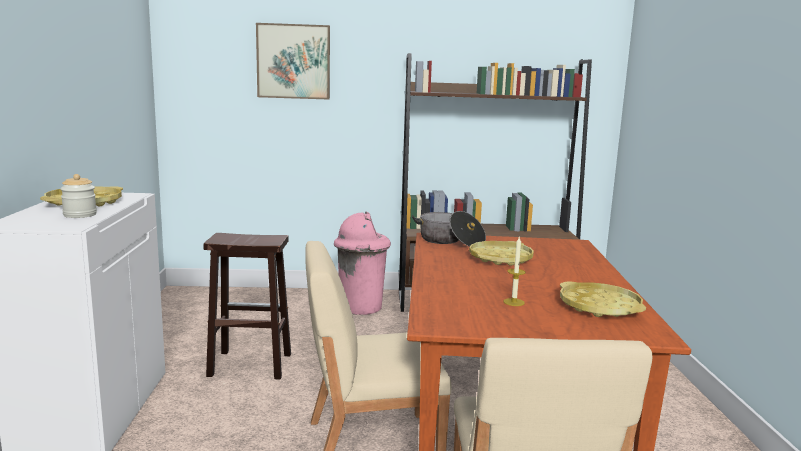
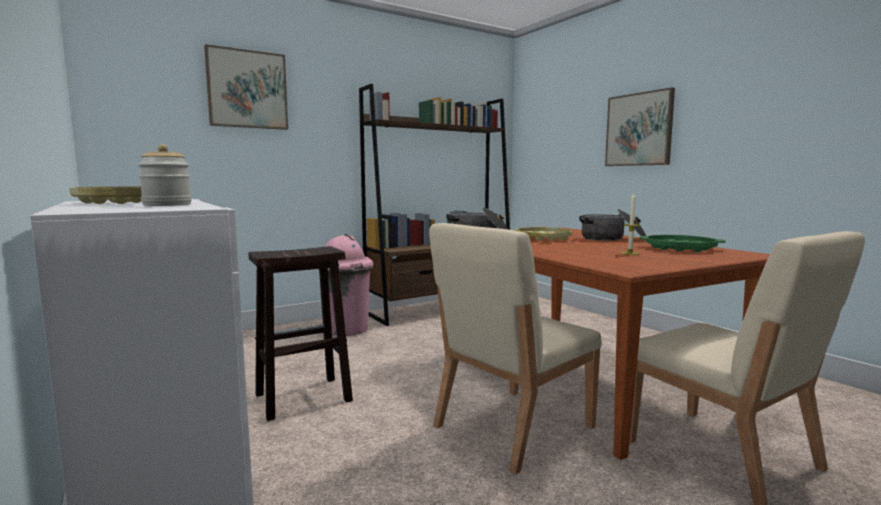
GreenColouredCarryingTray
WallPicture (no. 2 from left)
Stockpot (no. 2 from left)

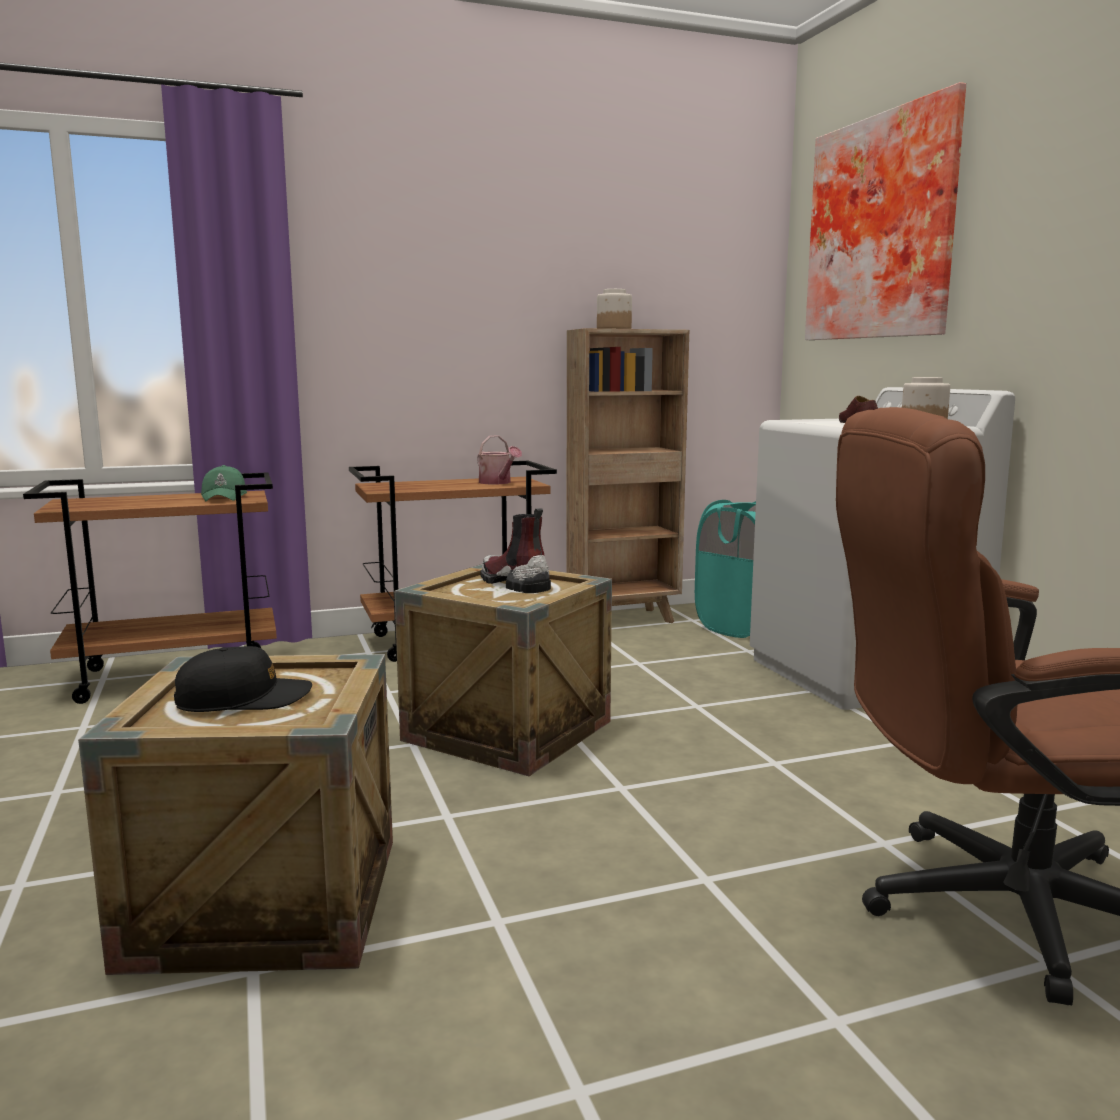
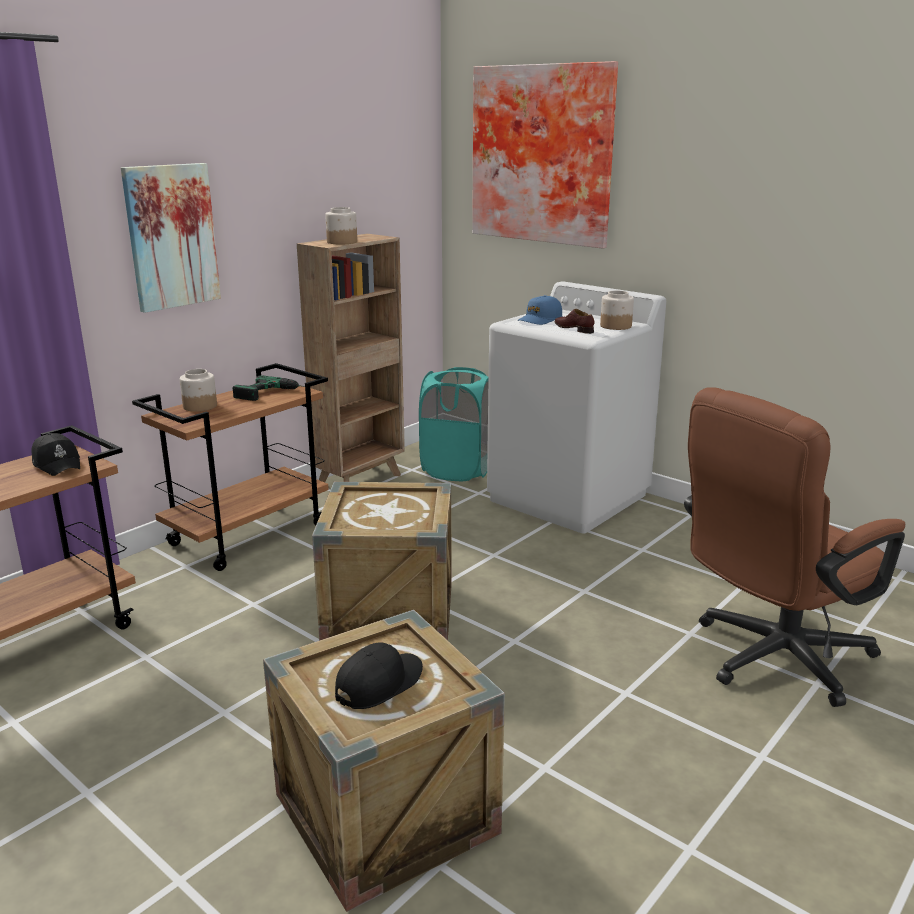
ElectricDrill
BlackBaseballCap (no. 1 from left)
Boot
WallPicture (no. 1 from left)
BlueColouredBaseballCap
Jar (no. 1 from left)

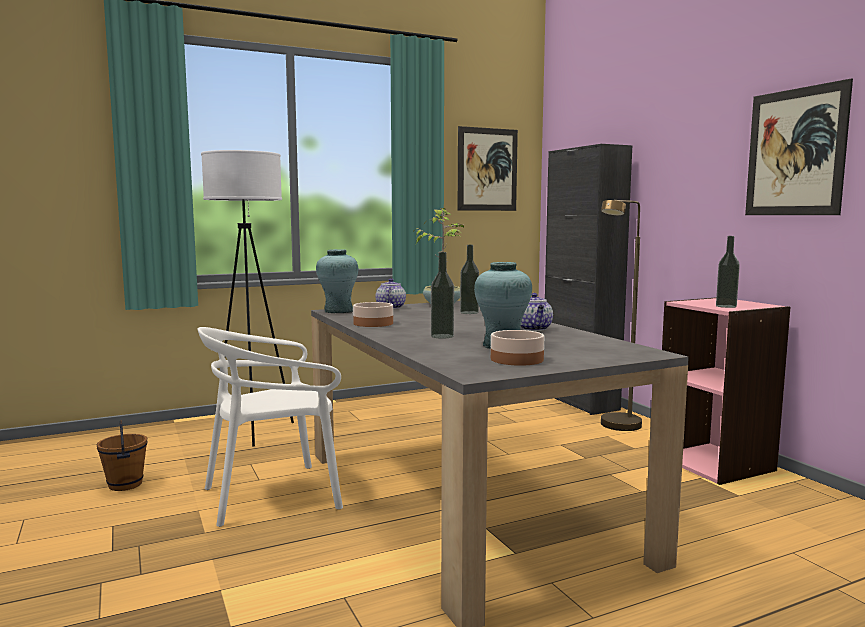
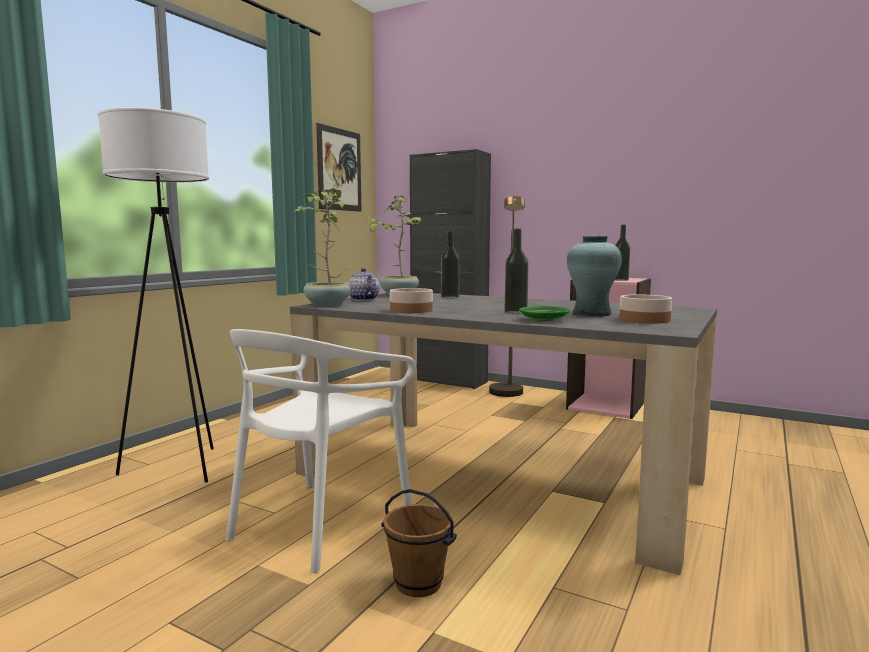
WallPicture (no. 2 from left in the first image)
PottedPlant (no. 1 from left)
TeaPot (no. 2 from left in the first image)
BrownColouredWaterBucket
GreenColouredDinnerPlate

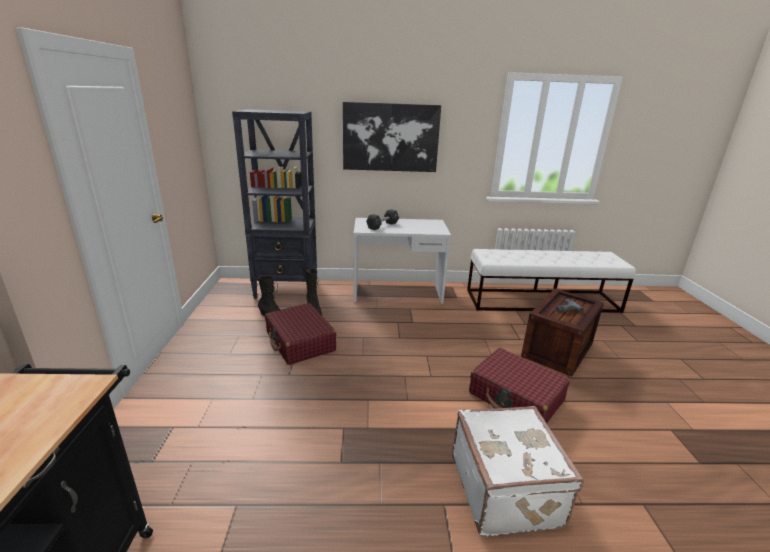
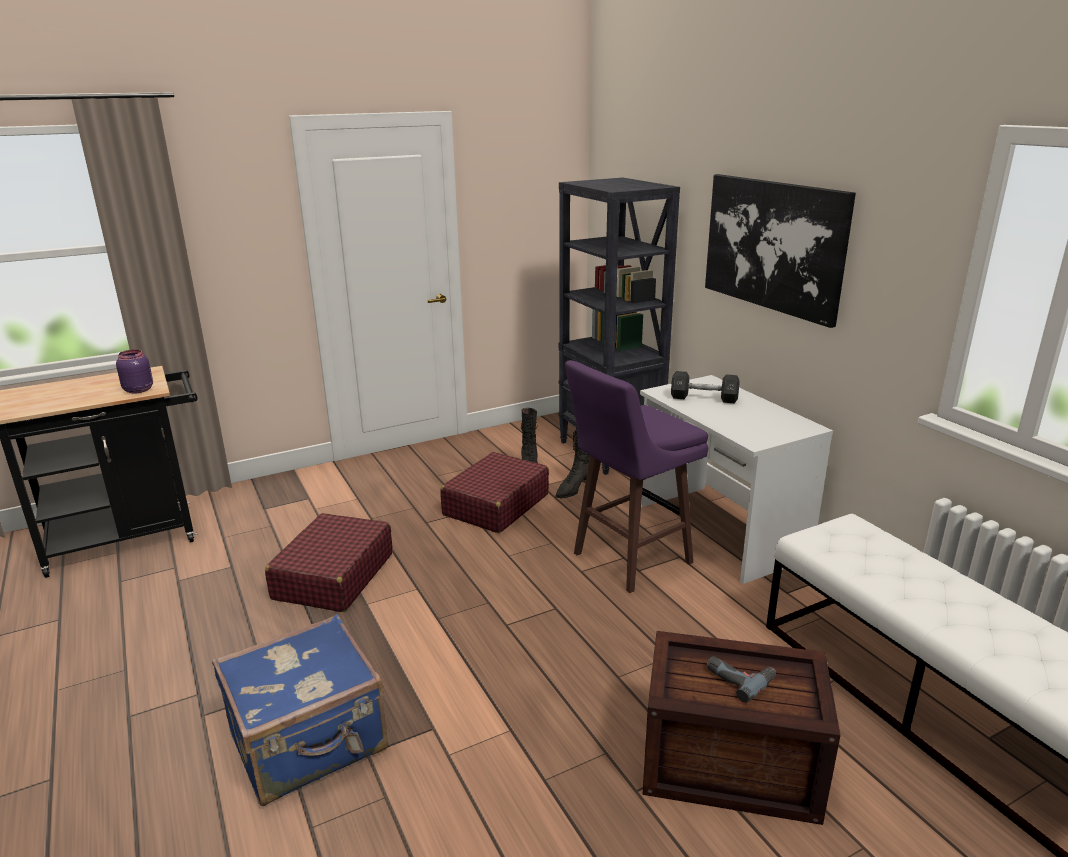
RedColouredPieceOfLuggage (no. 1 from left)
BlueColouredPieceOfLuggage
PurpleJar
PurpleStool

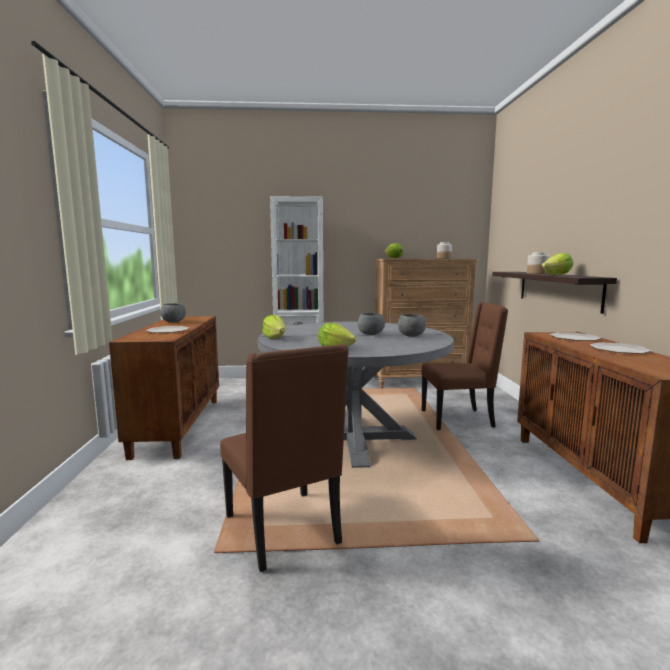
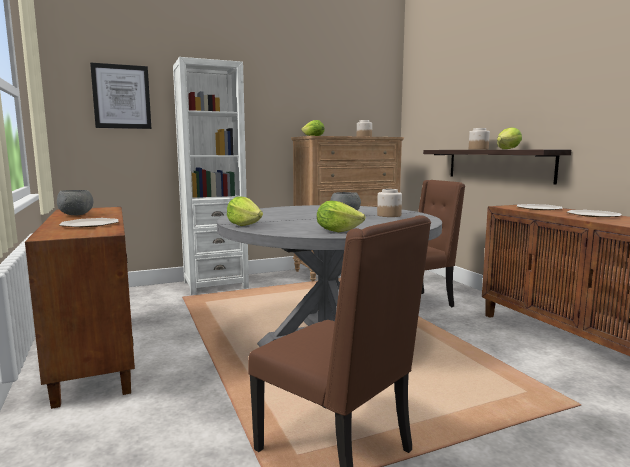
Jar (no. 2 from left)
WallPicture

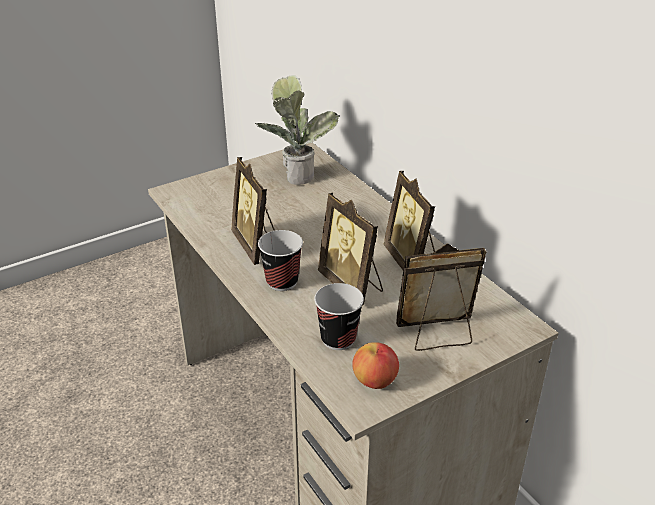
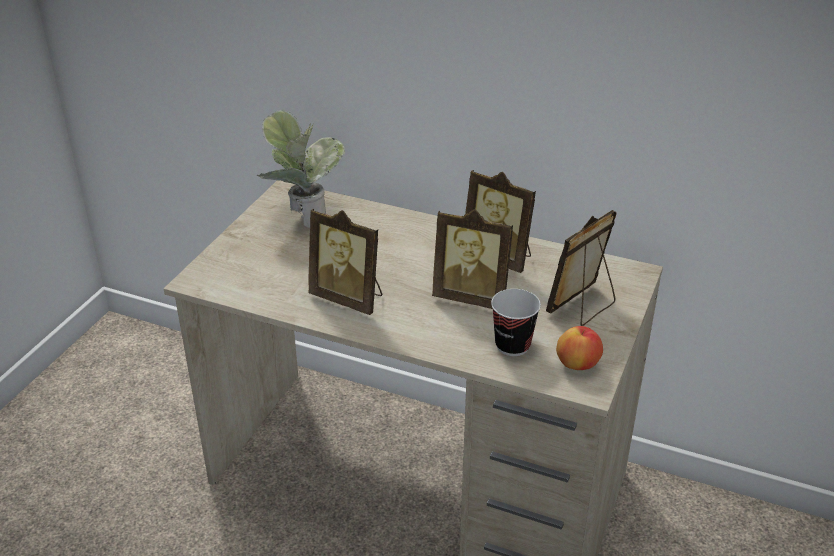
SmallCup (no. 1 from left in the first image)

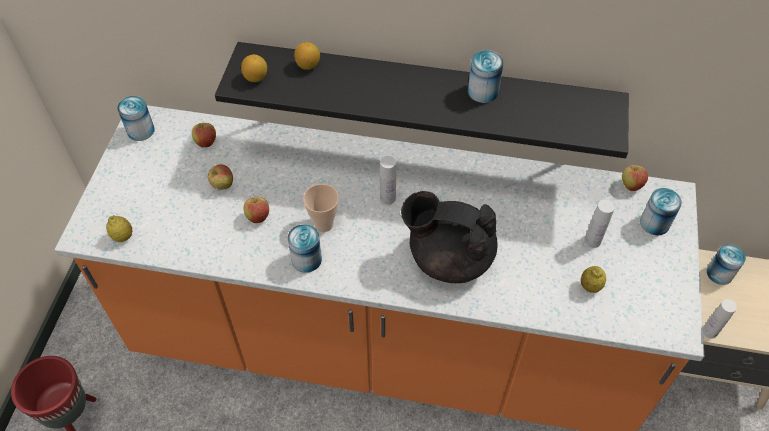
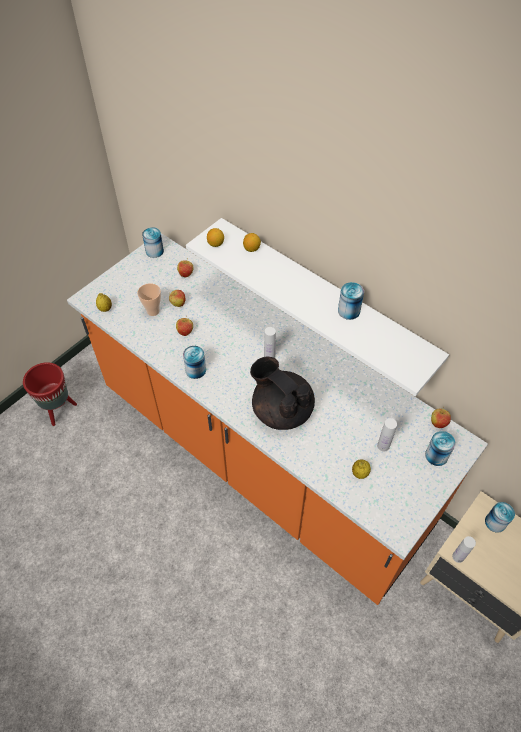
WhiteColouredWallShelf
SmallCup

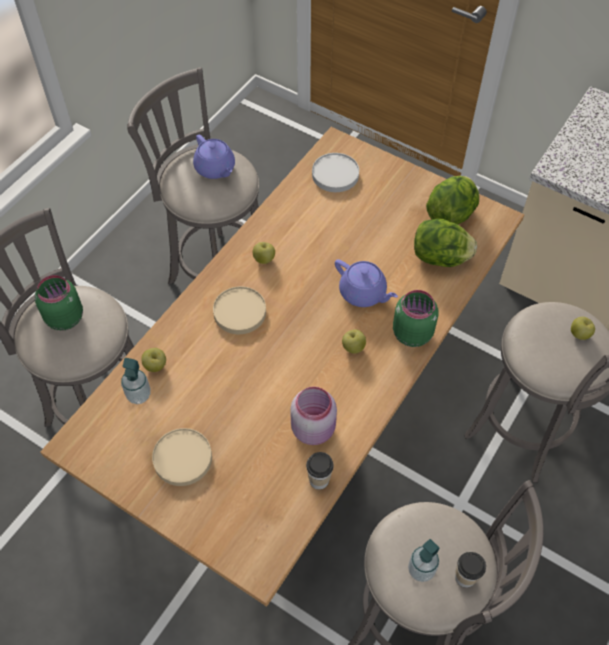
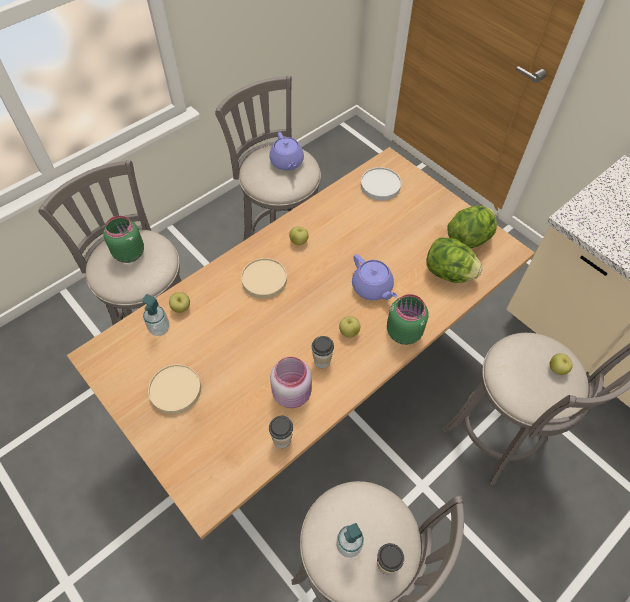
SmallCup (no. 2 from left)

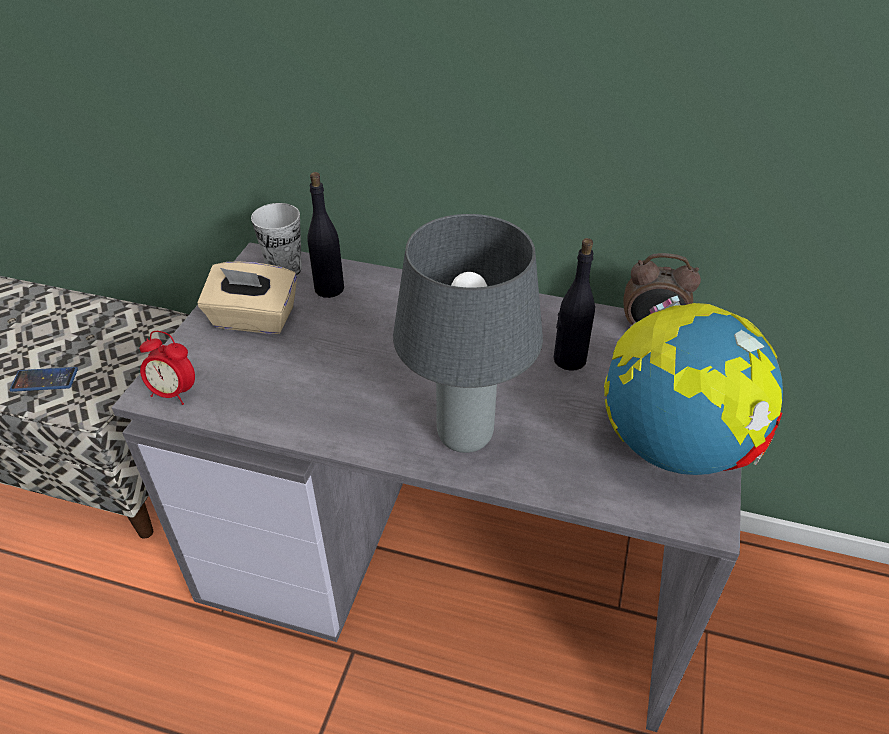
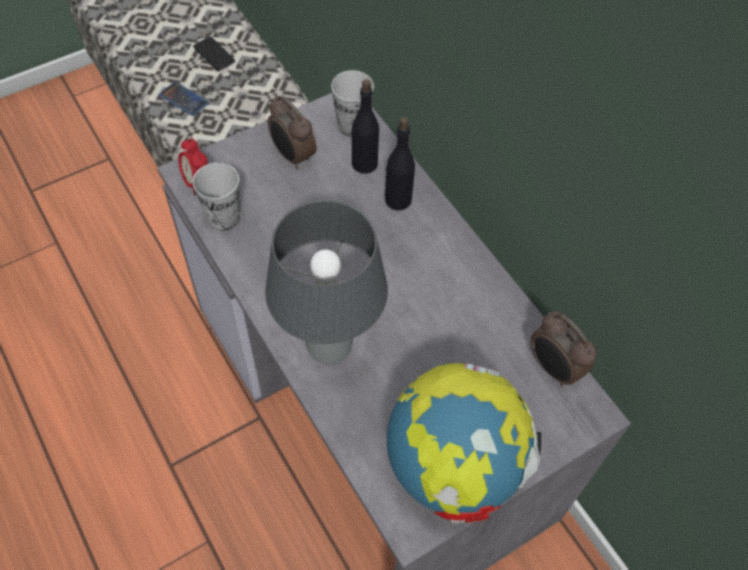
BlackBeverageBottle (no. 2 from left)
BedsideClock (no. 2 from left)
Handset (no. 2 from left)
SmallCup (no. 1 from left)

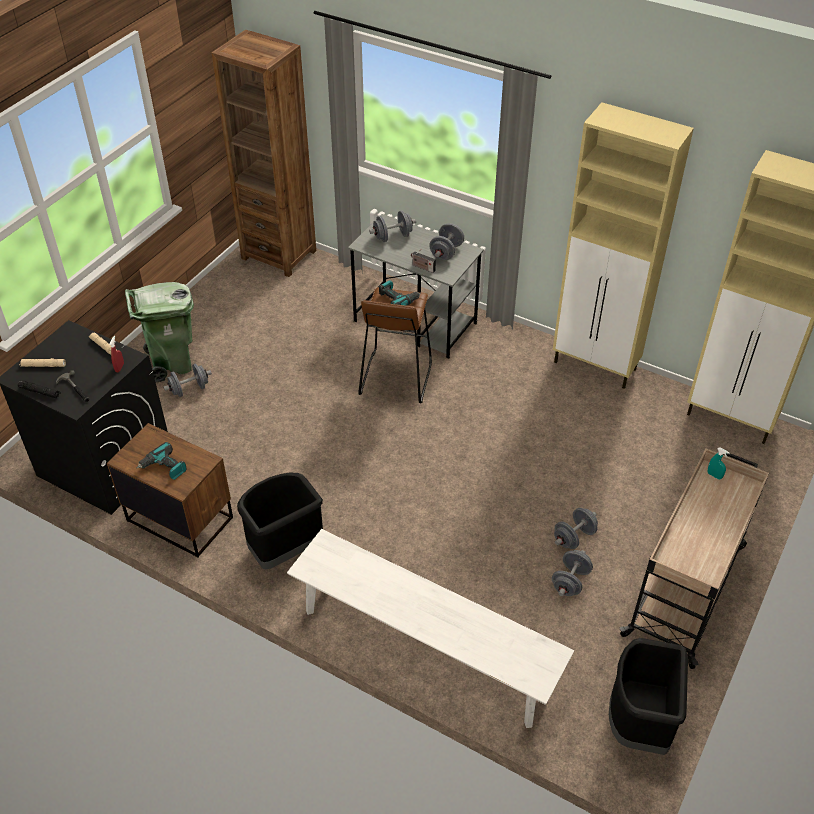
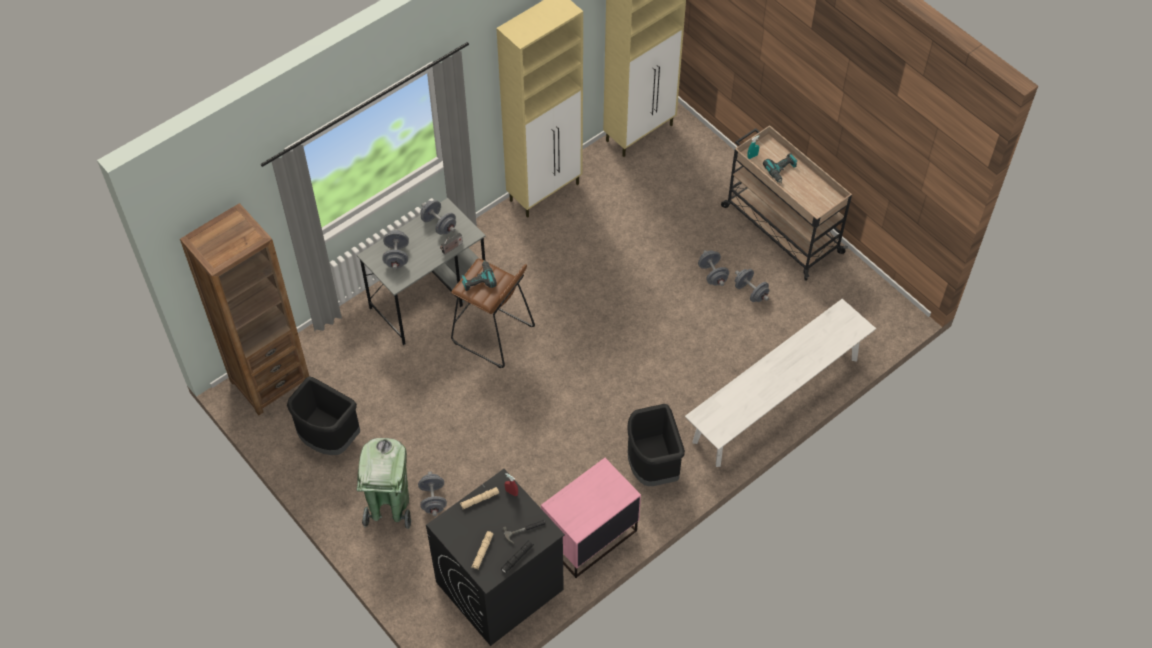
PinkNightstand
ElectricDrill (no. 2 from left)
BlackWasteBin (no. 1 from left)

